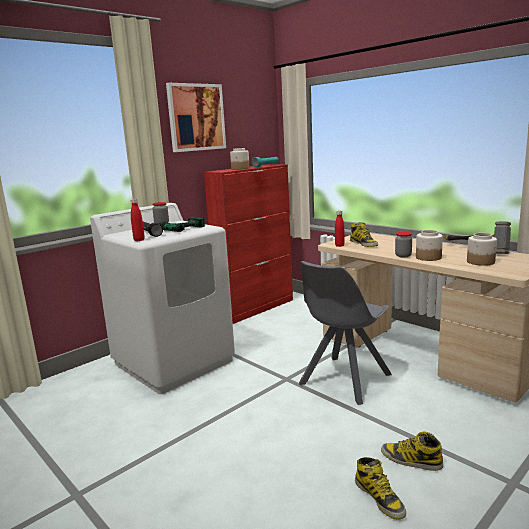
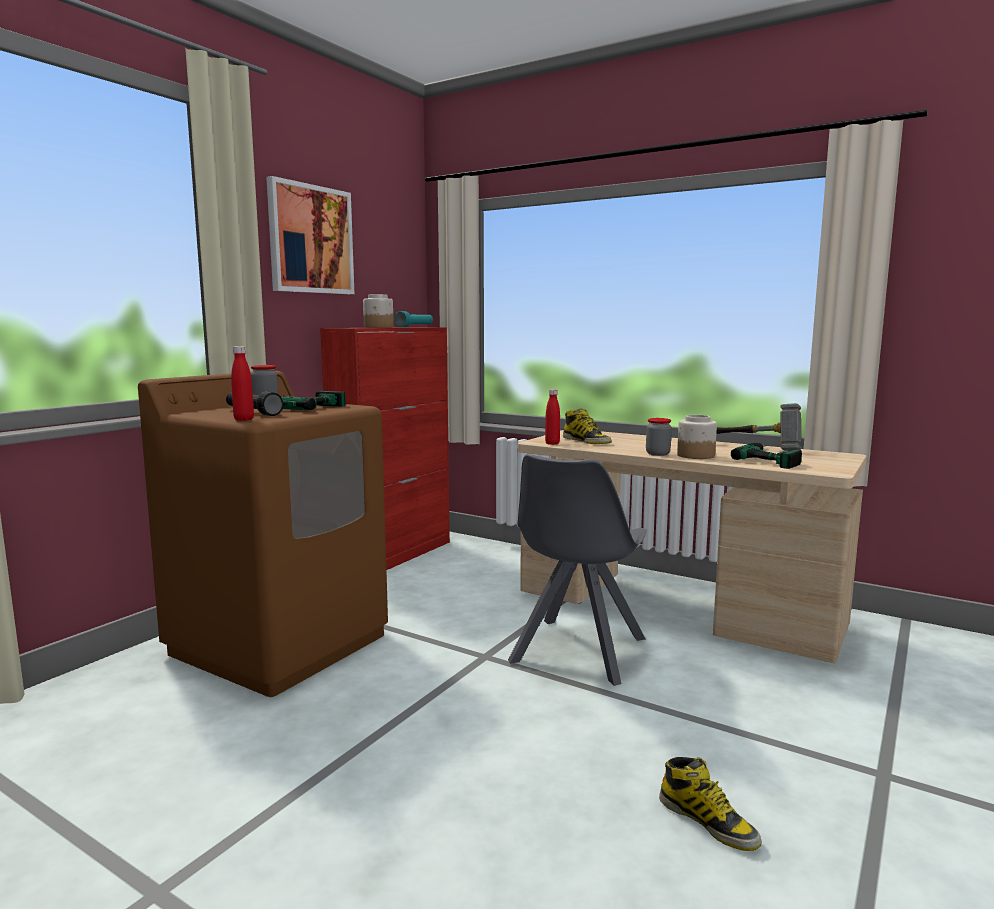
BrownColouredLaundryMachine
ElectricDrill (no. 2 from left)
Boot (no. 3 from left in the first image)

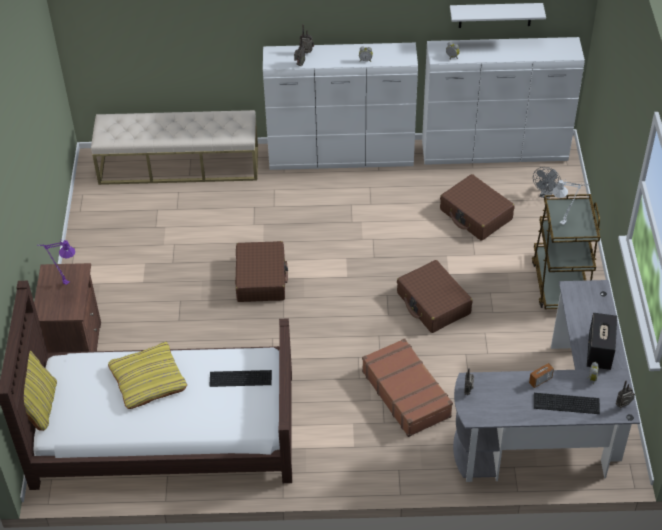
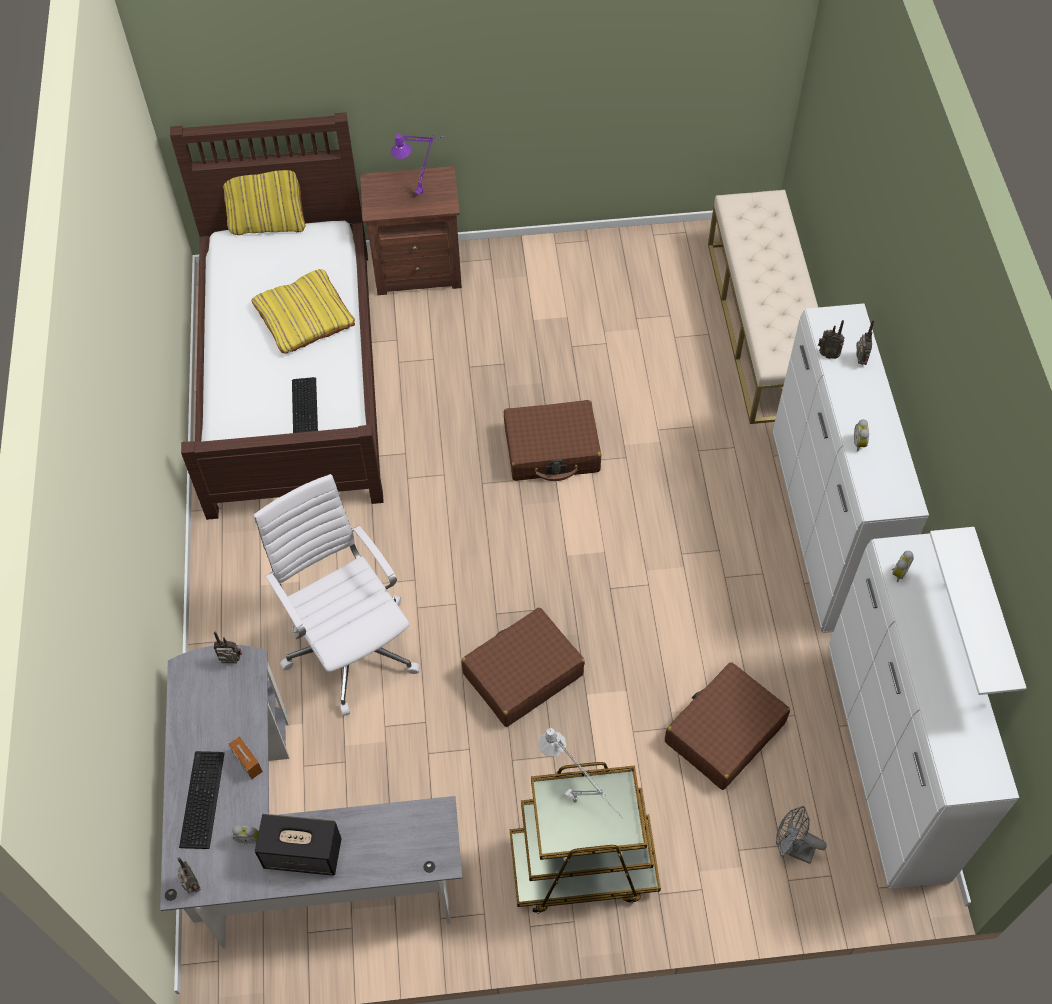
WhiteColouredOfficeChair

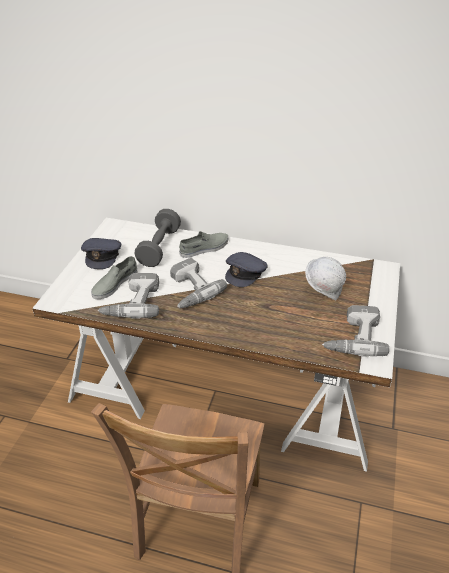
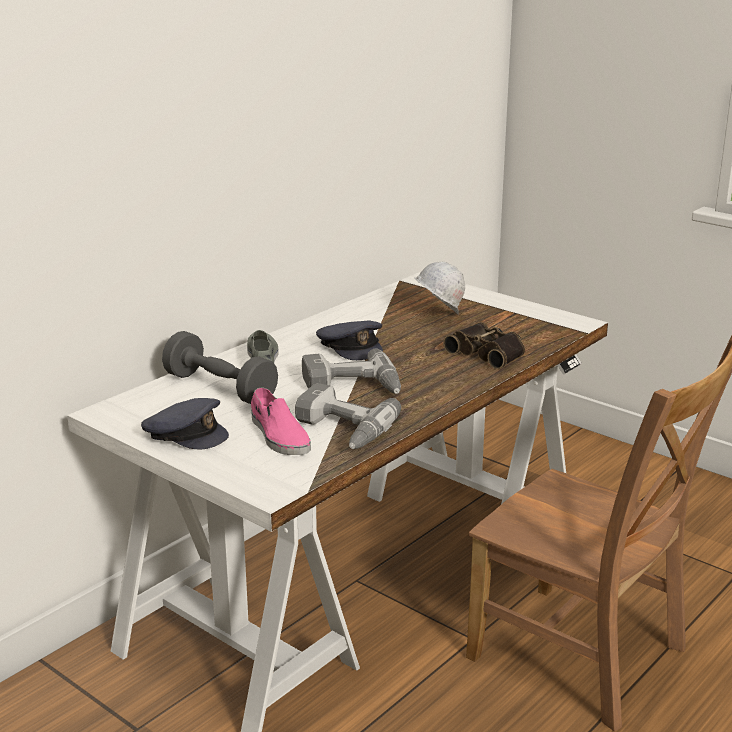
PinkItemOfFootwear
ElectricDrill (no. 3 from left in the first image)
FieldGlasses

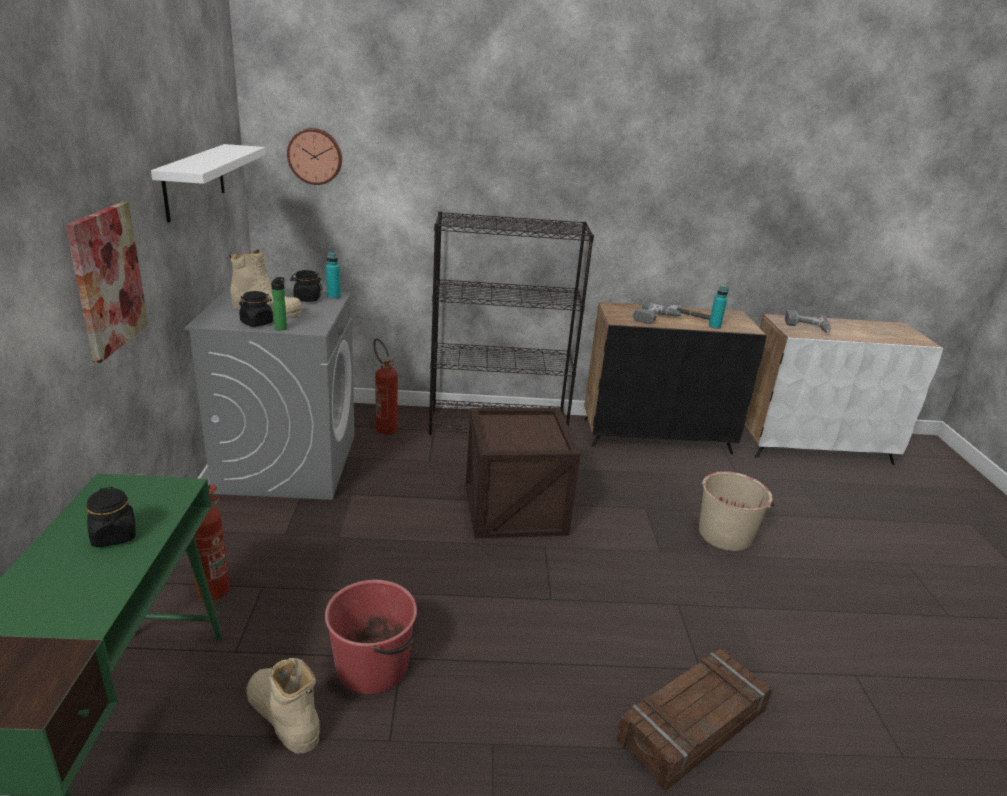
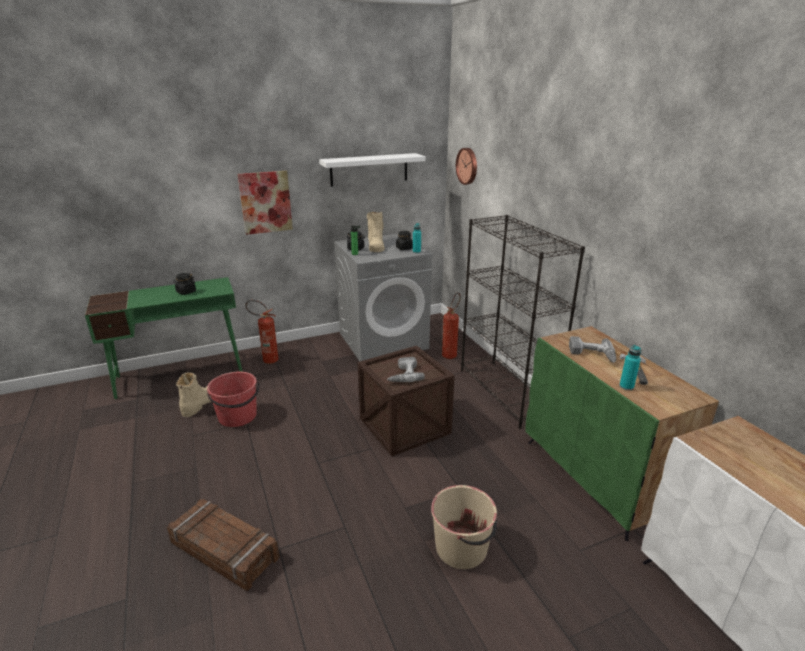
GreenColouredCupboard
ElectricDrill (no. 1 from left)

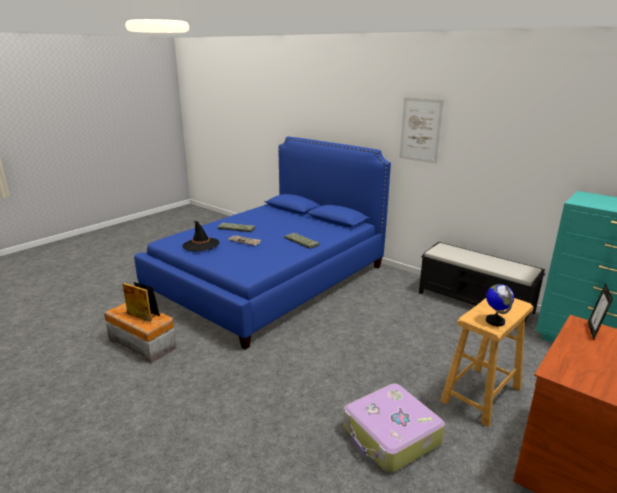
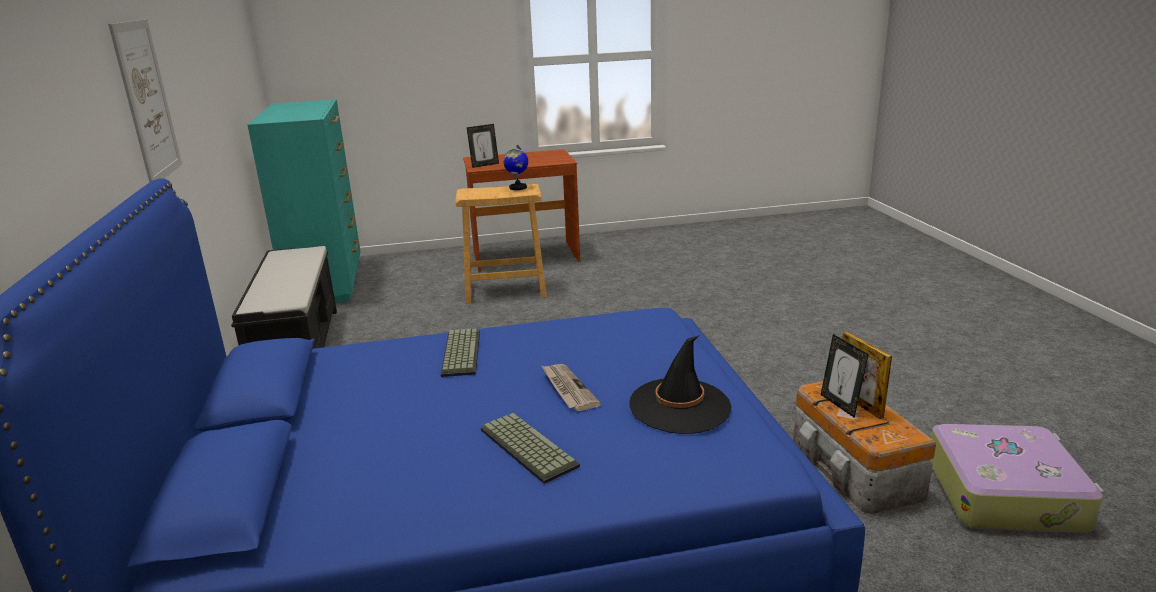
PieceOfLuggage

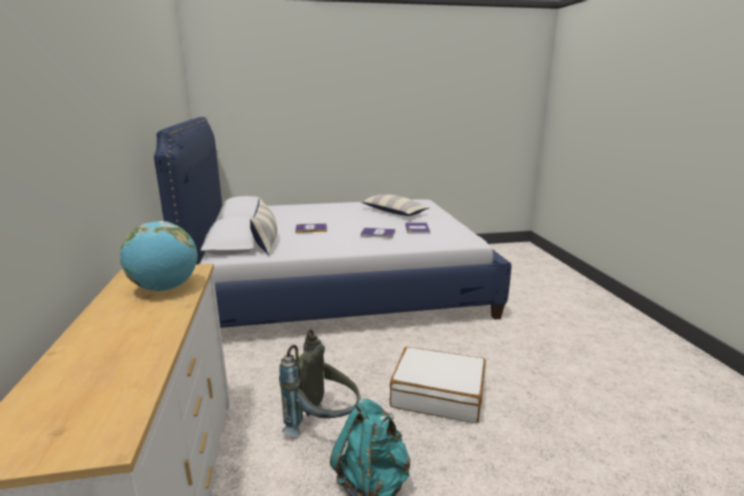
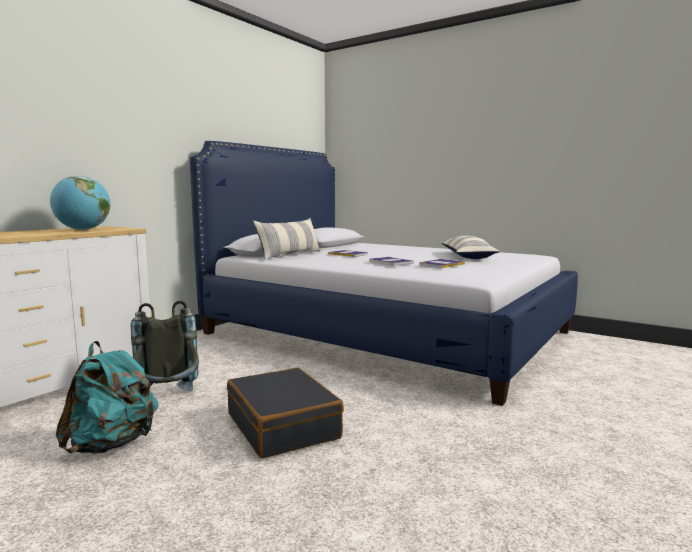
BlackPieceOfLuggage

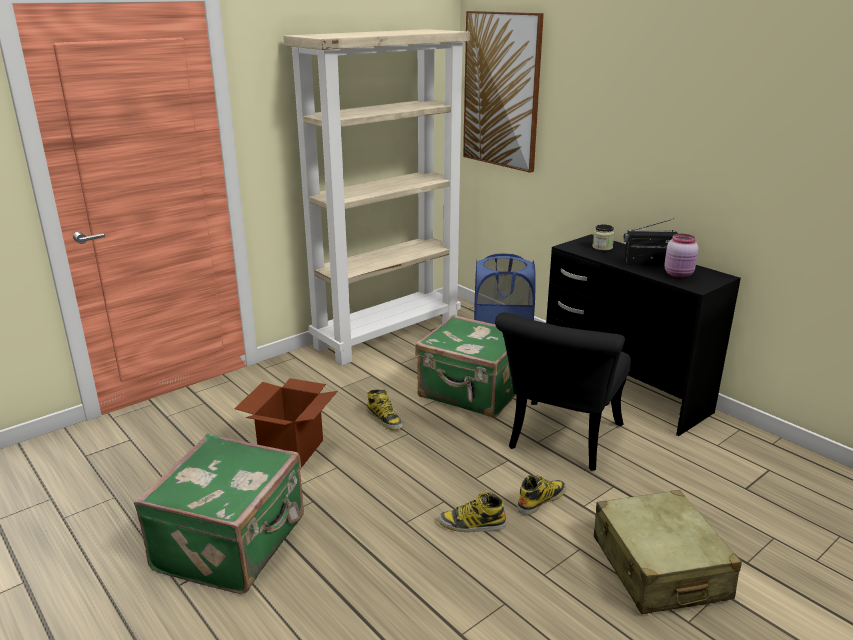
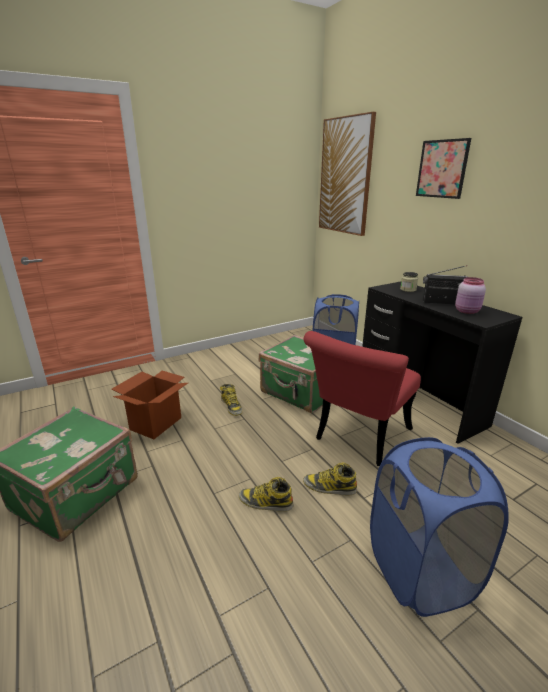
SandColouredBookshelf
RedColouredUprightChair
Boot (no. 3 from left)
BlueColouredHamper (no. 2 from left)
WallPicture (no. 2 from left)

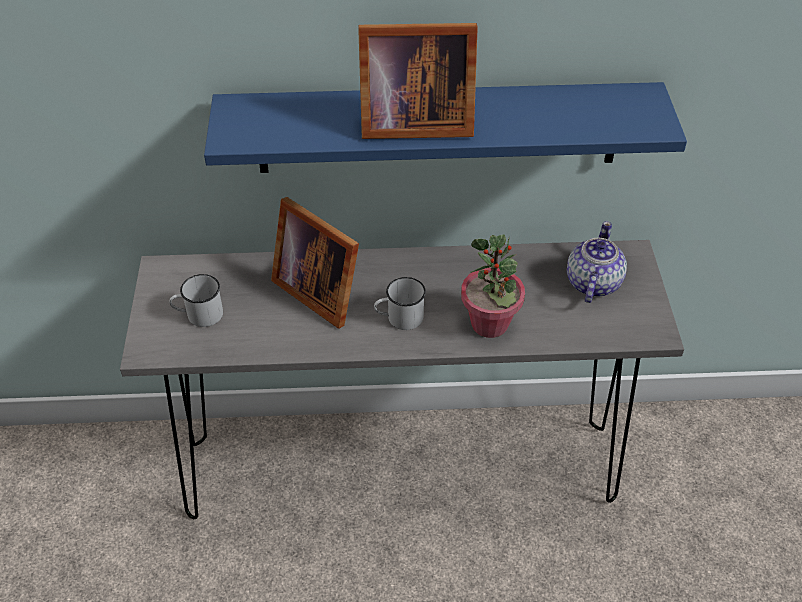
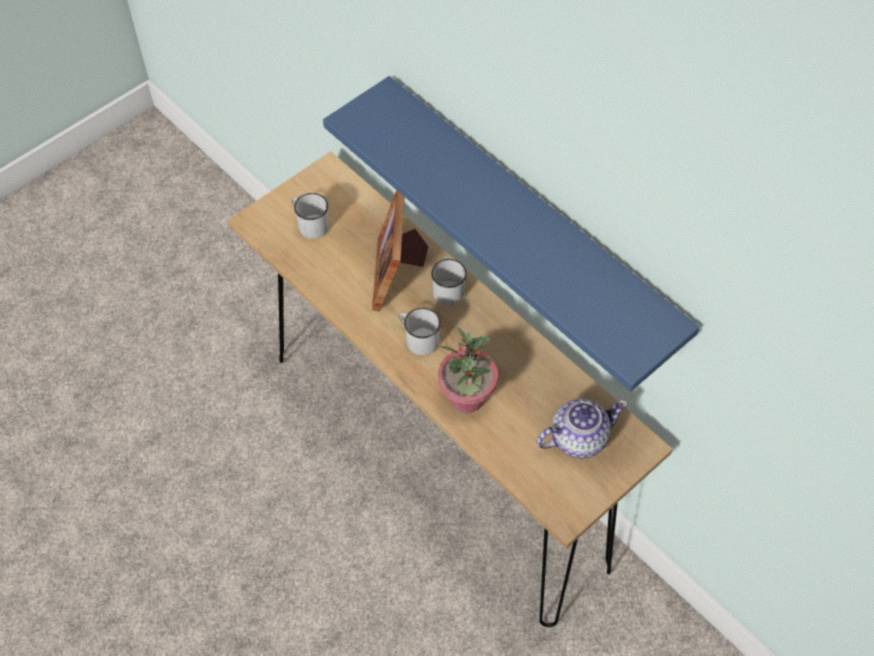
PictureFrame (no. 2 from left in the first image)
BrownColouredNarrowTable
WhiteColouredCoffeeMug (no. 3 from left)

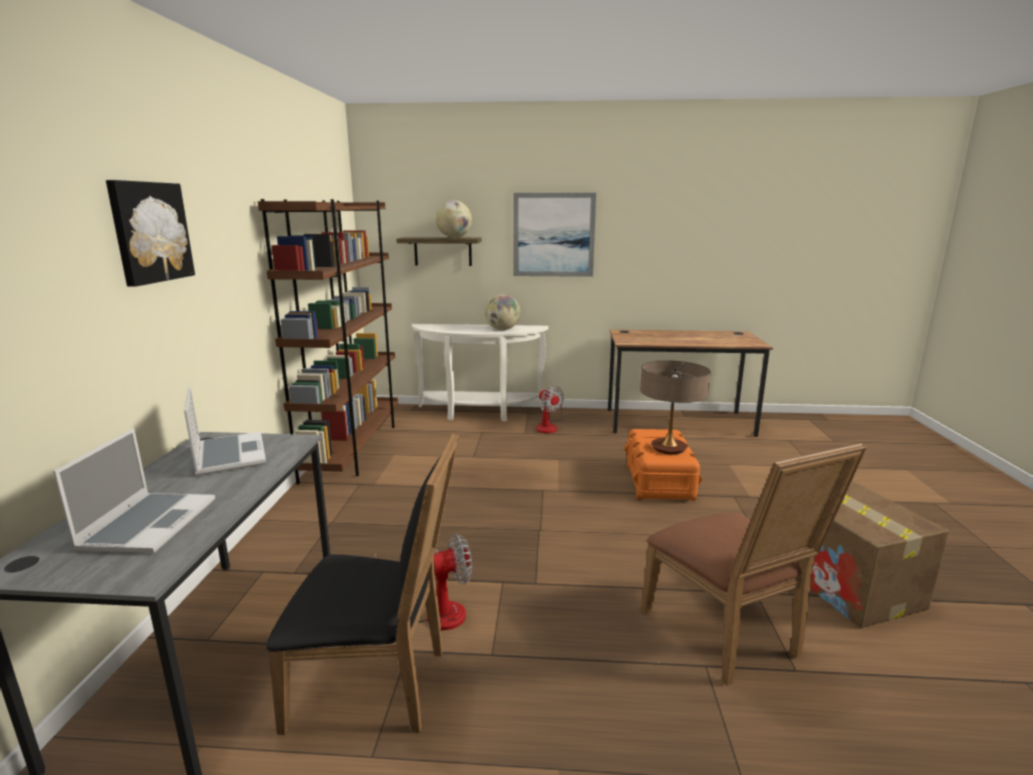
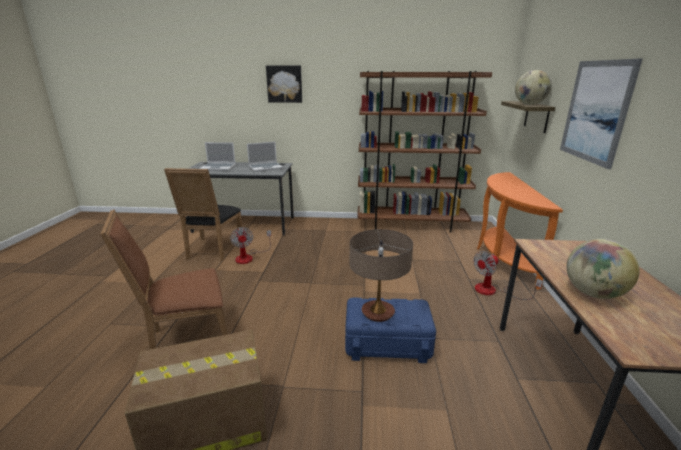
WorldGlobe (no. 2 from left)
OrangeyNarrowTable
BlueColouredStorageContainer

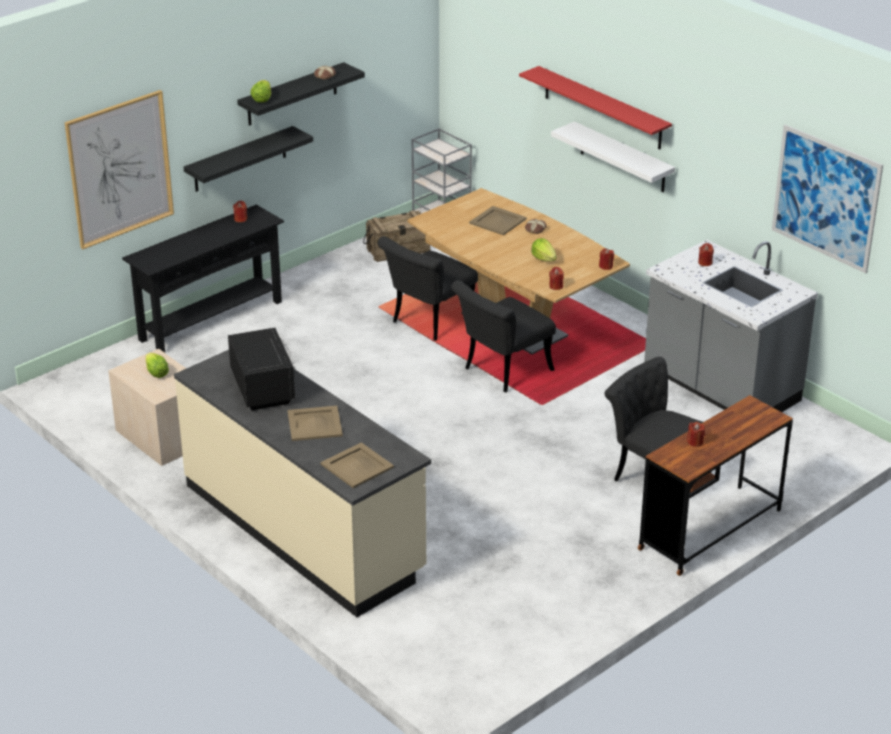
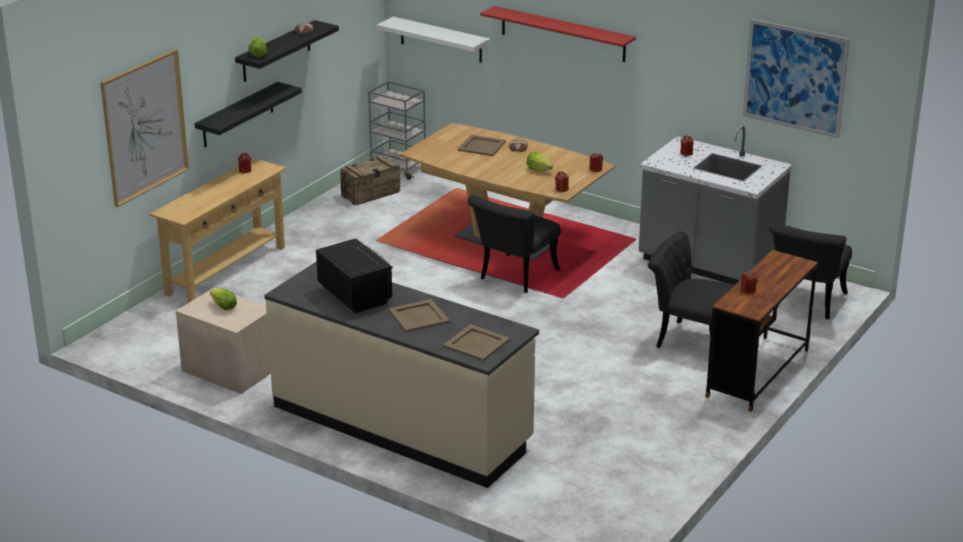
WhiteColouredWallShelf
SandColouredNarrowTable
BlackUprightChair (no. 3 from left)

